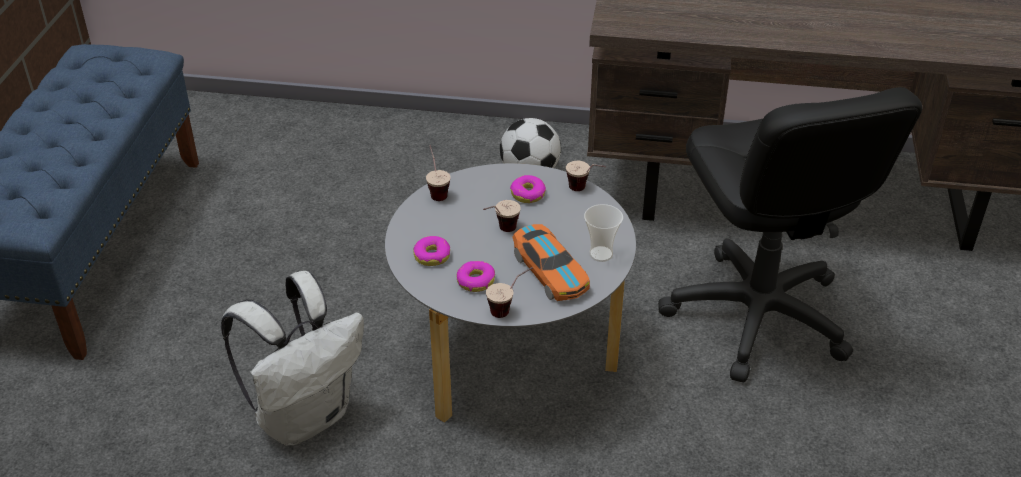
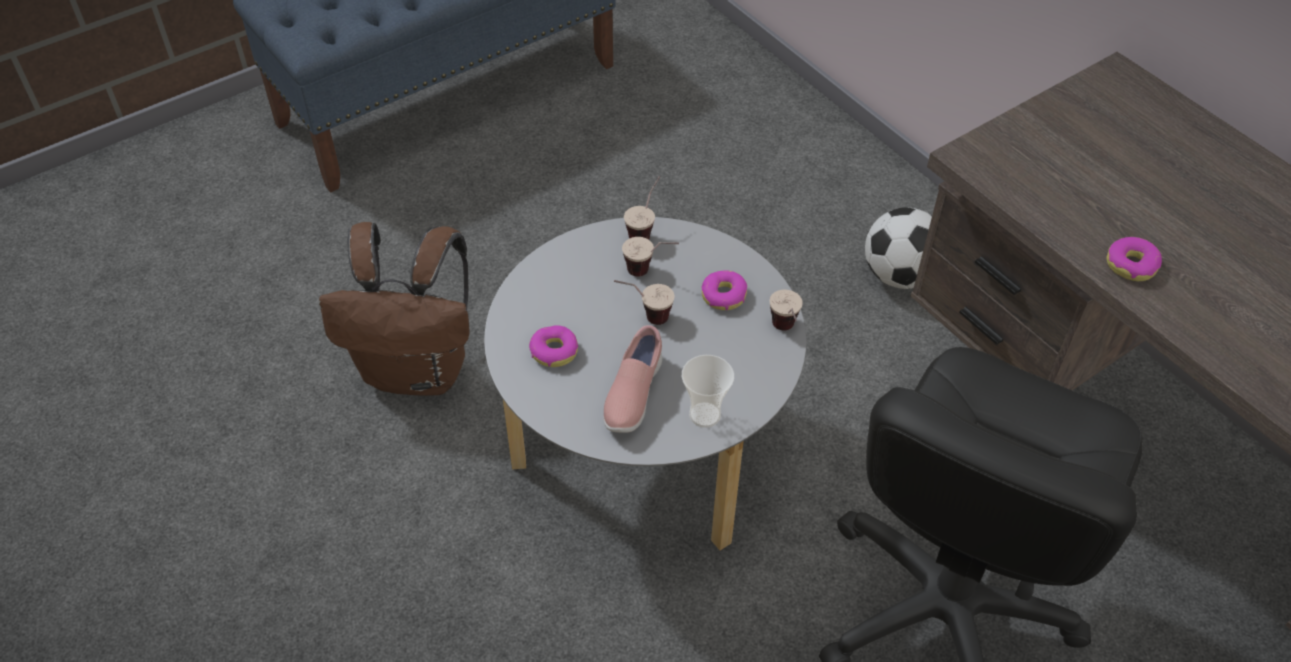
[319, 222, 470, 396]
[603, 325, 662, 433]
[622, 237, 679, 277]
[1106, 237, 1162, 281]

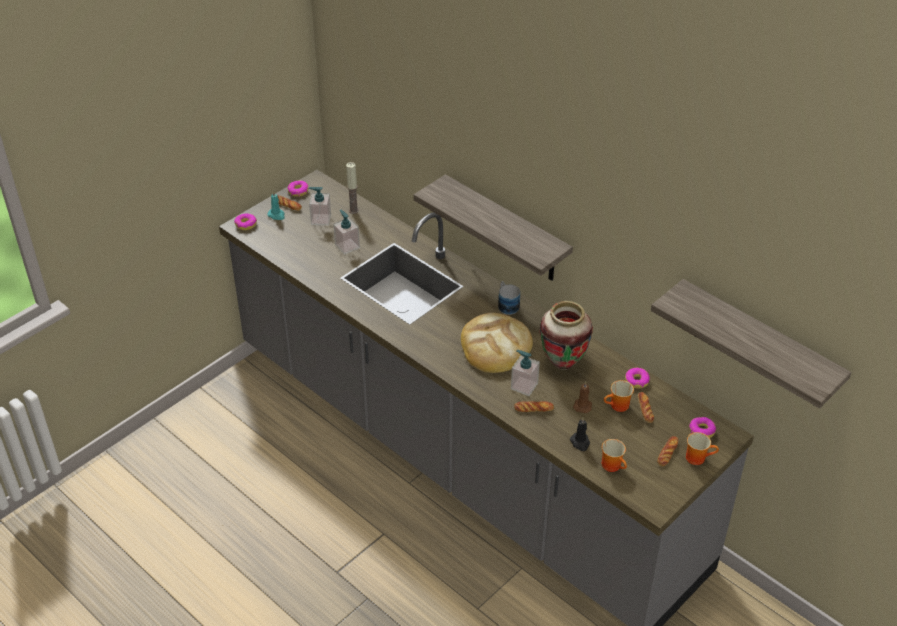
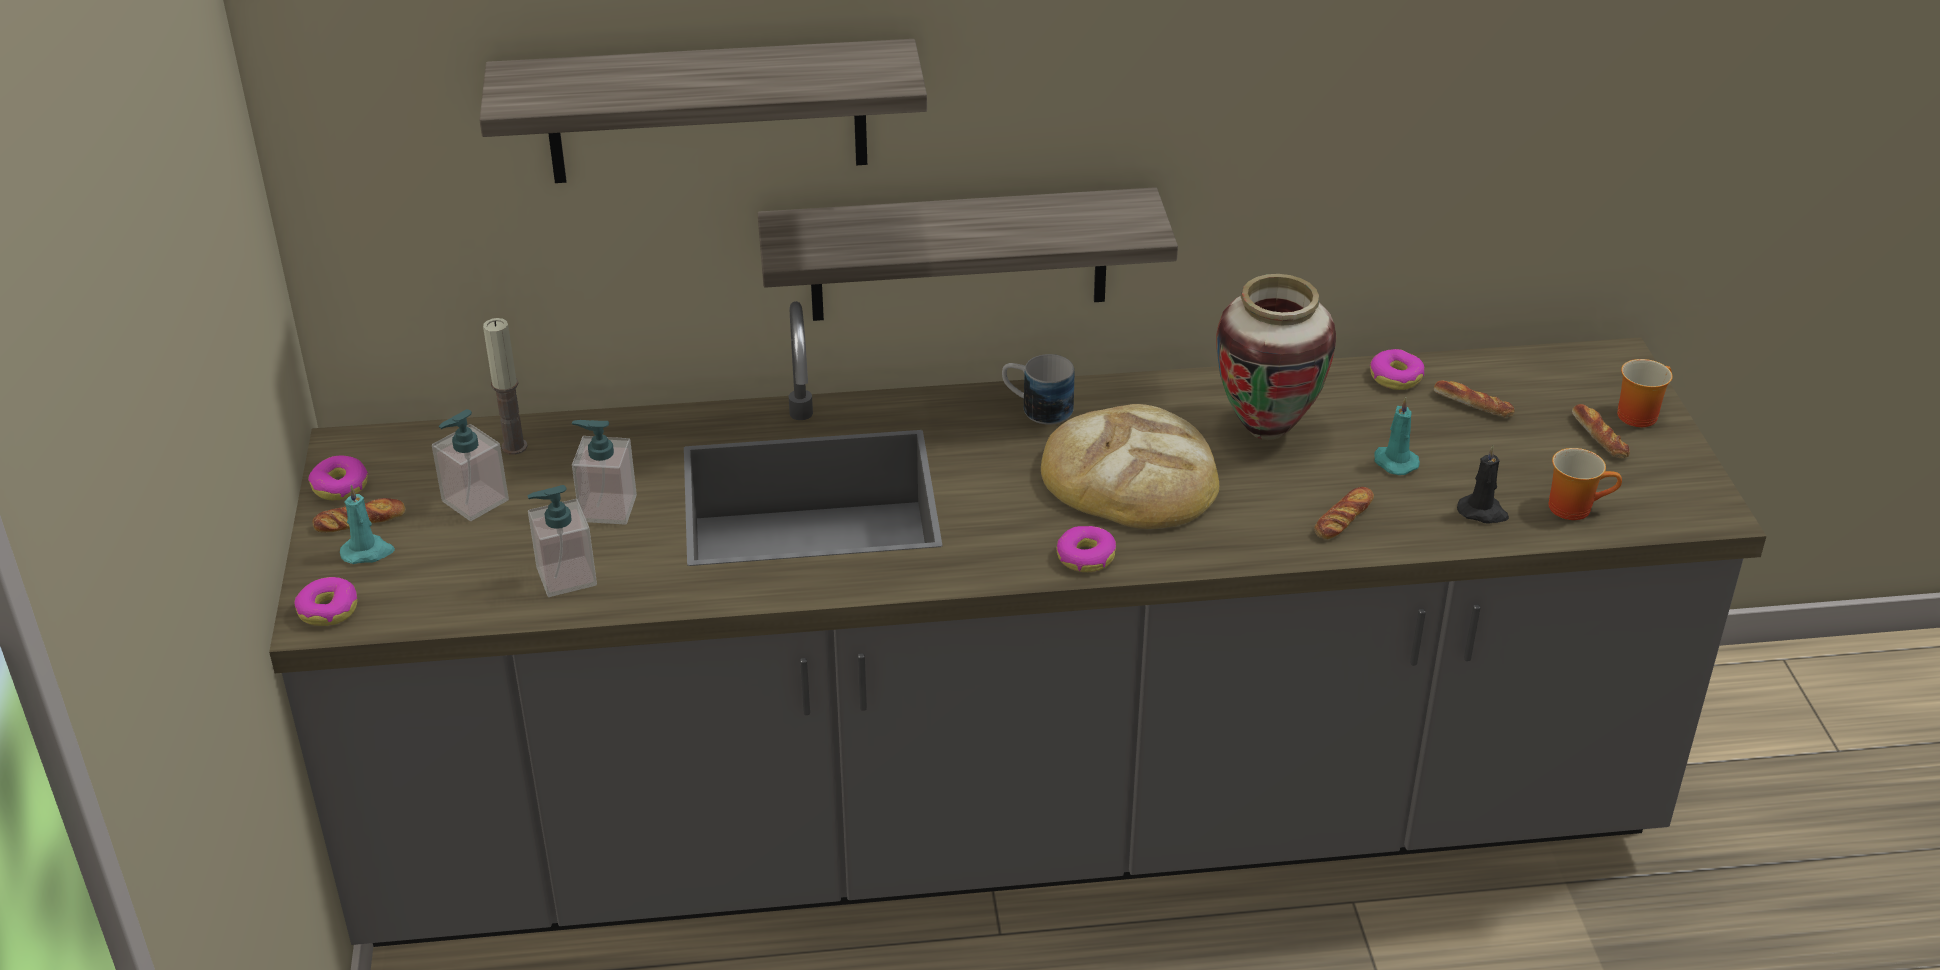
[479, 39, 927, 183]
[527, 485, 597, 597]
[1057, 526, 1116, 572]
[1374, 397, 1420, 475]
[604, 380, 634, 412] (first image)

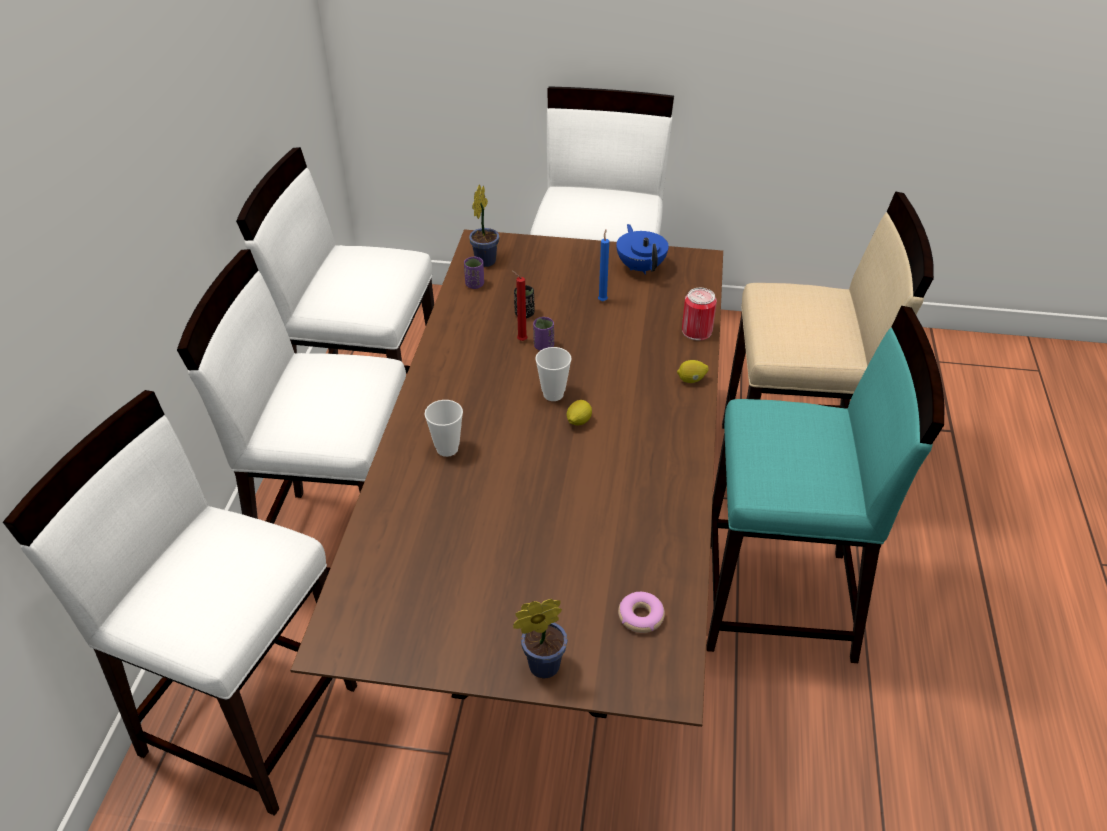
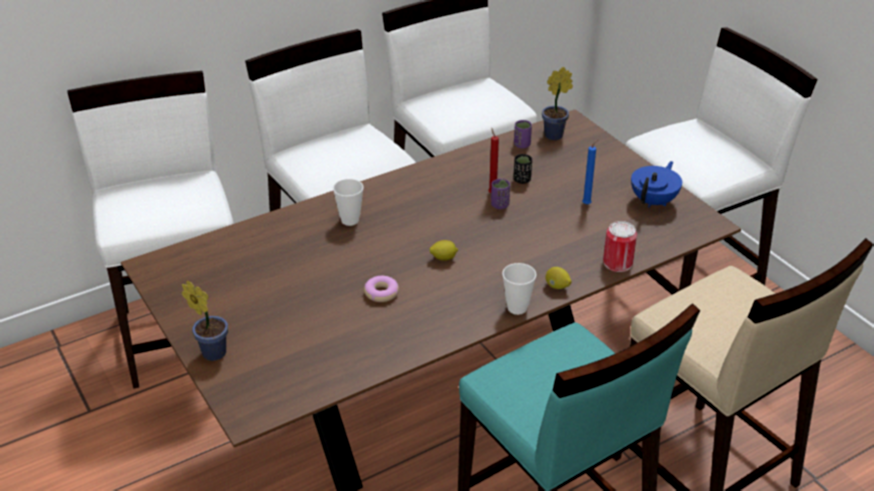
[364, 276, 399, 302]
[502, 263, 537, 315]

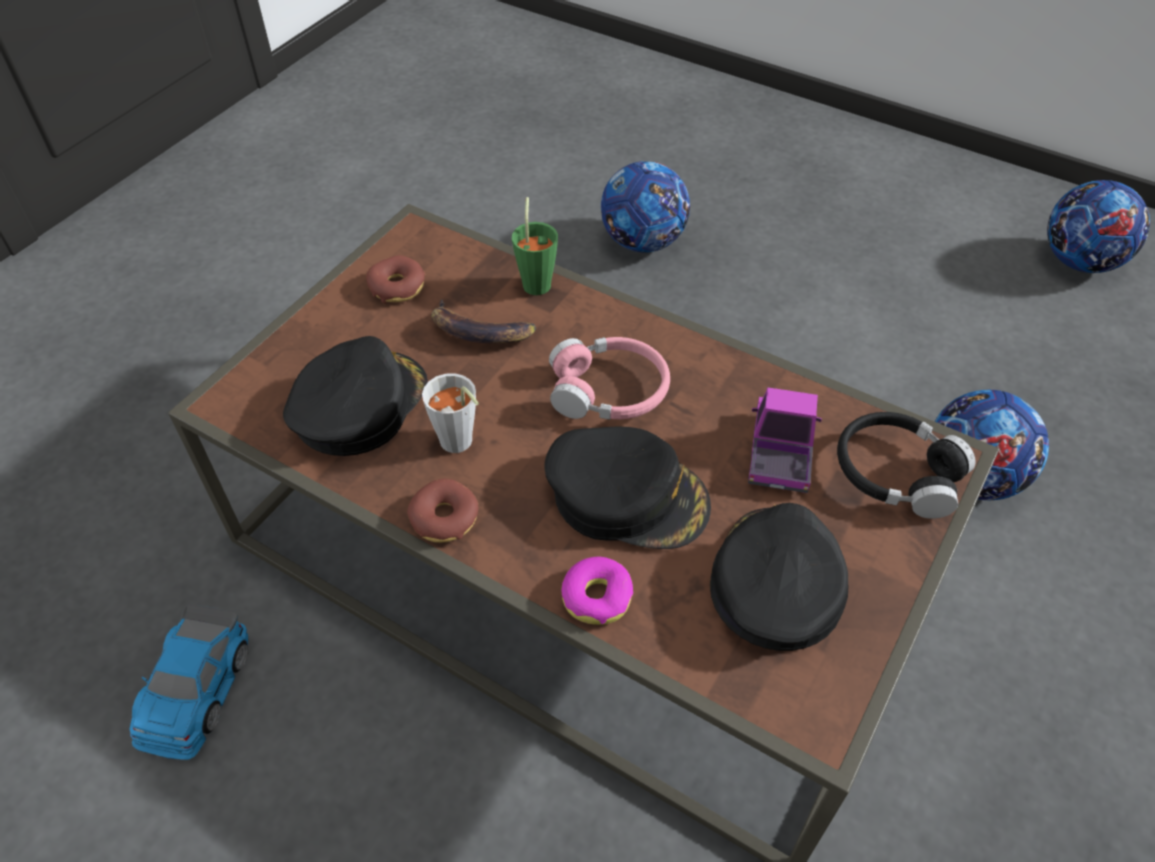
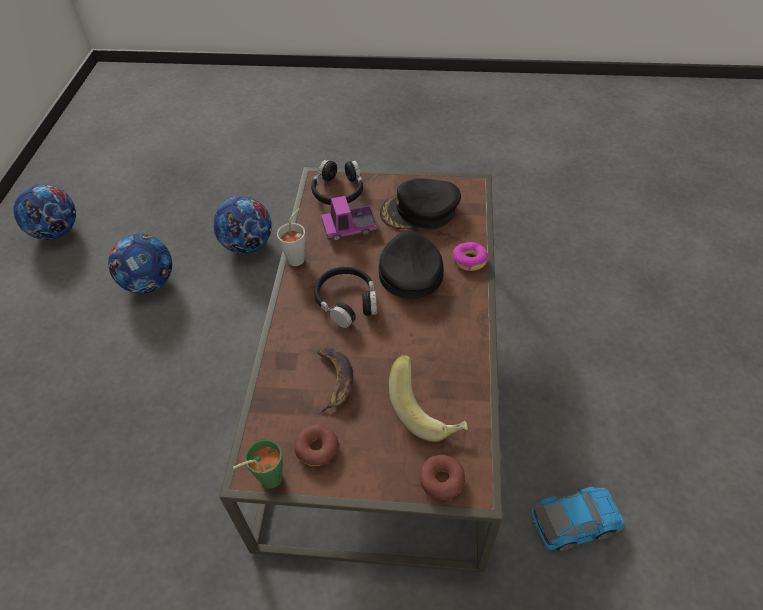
[108, 234, 172, 294]
[233, 439, 283, 489]
[277, 208, 305, 266]
[314, 267, 377, 328]
[388, 355, 468, 442]
[420, 455, 465, 501]

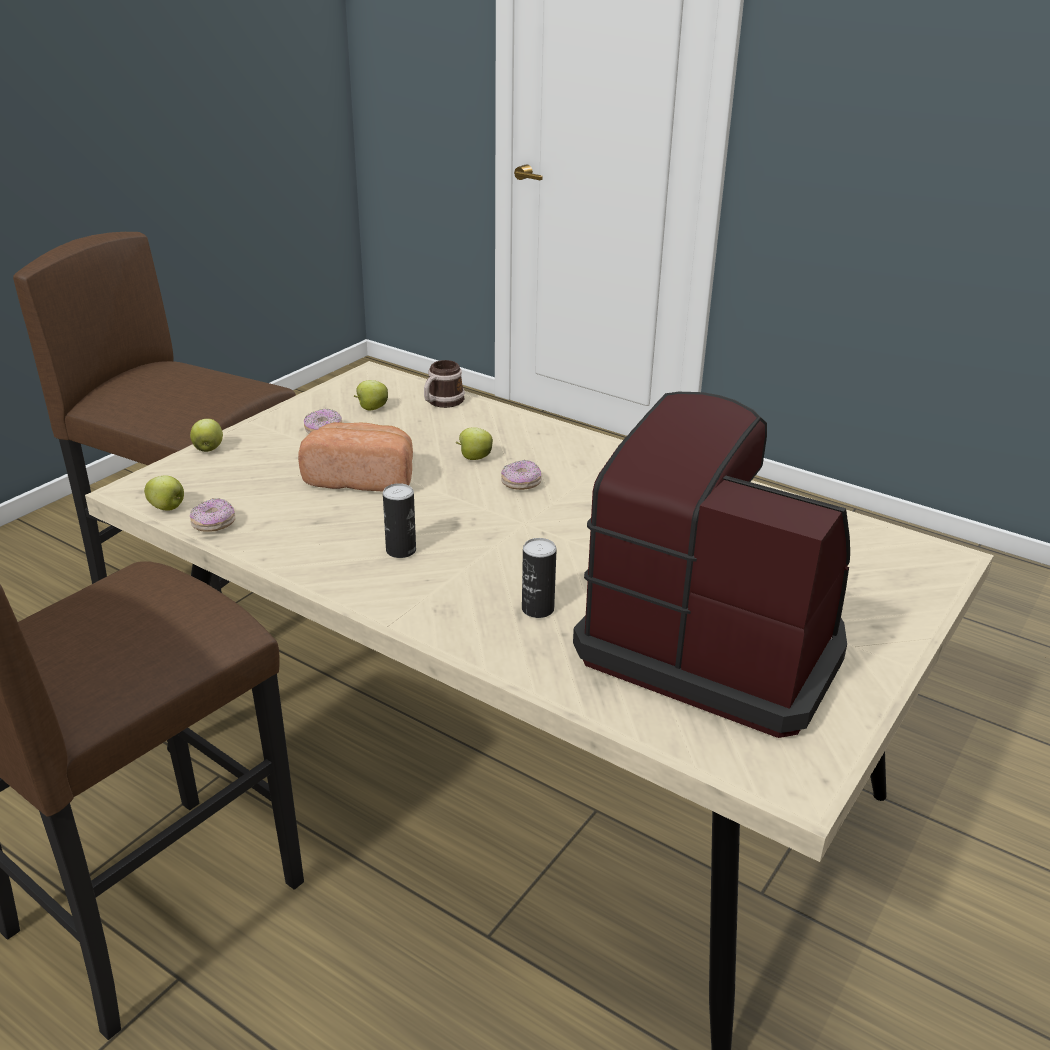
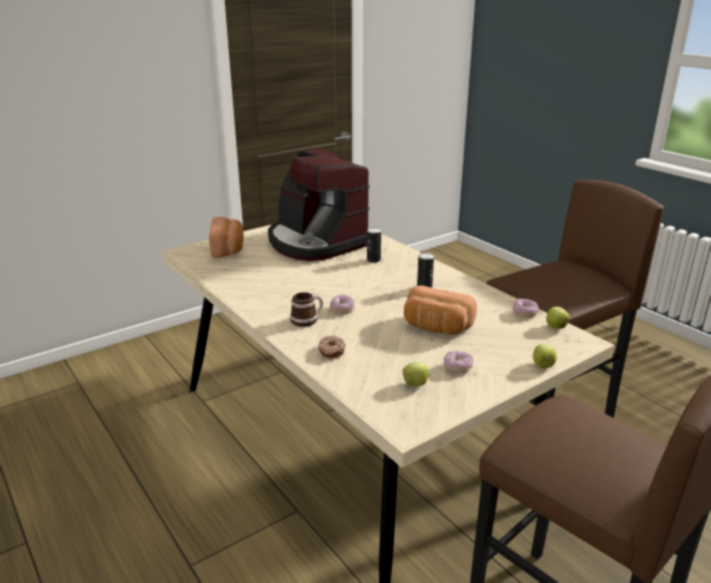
[209, 217, 244, 258]
[290, 292, 323, 327]
[318, 336, 345, 359]
[456, 427, 493, 460] (first image)

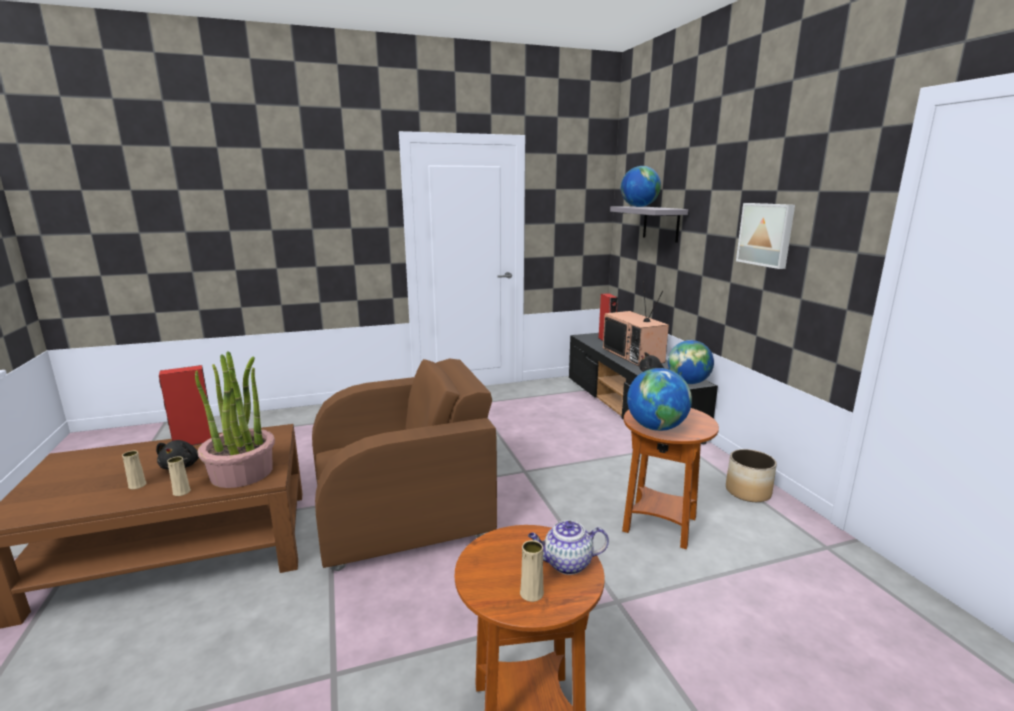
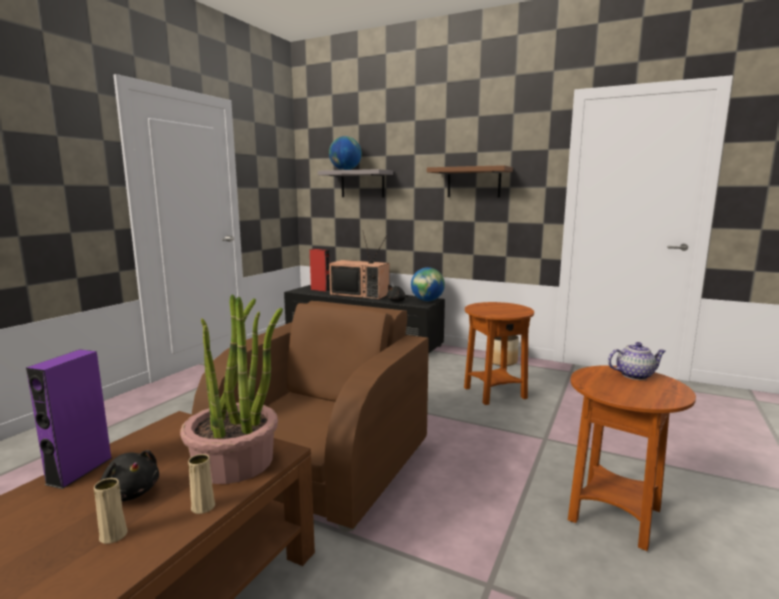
[26, 349, 112, 489]
[427, 165, 513, 197]
[608, 342, 666, 380]
[520, 540, 544, 602] (first image)
[627, 368, 692, 431] (first image)

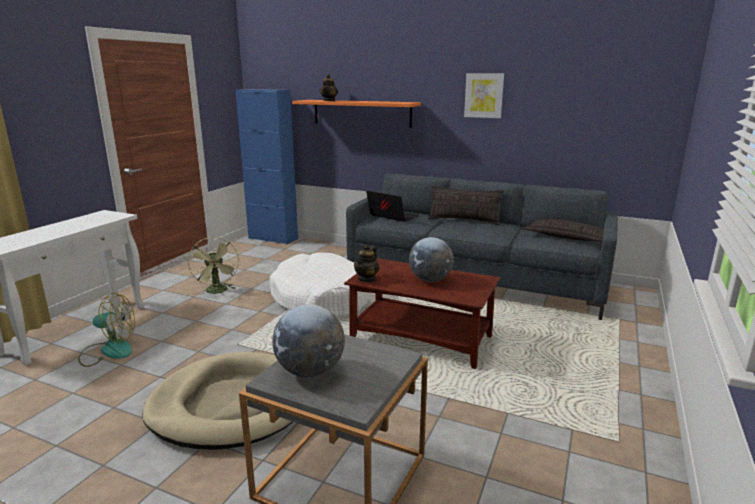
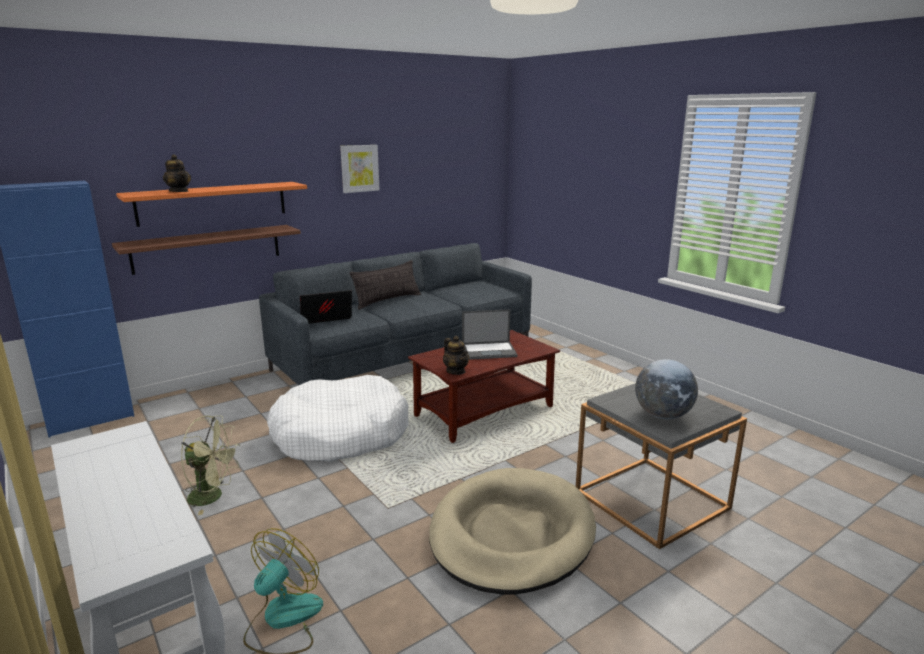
[112, 225, 301, 275]
[462, 309, 518, 360]
[522, 219, 603, 242] (first image)

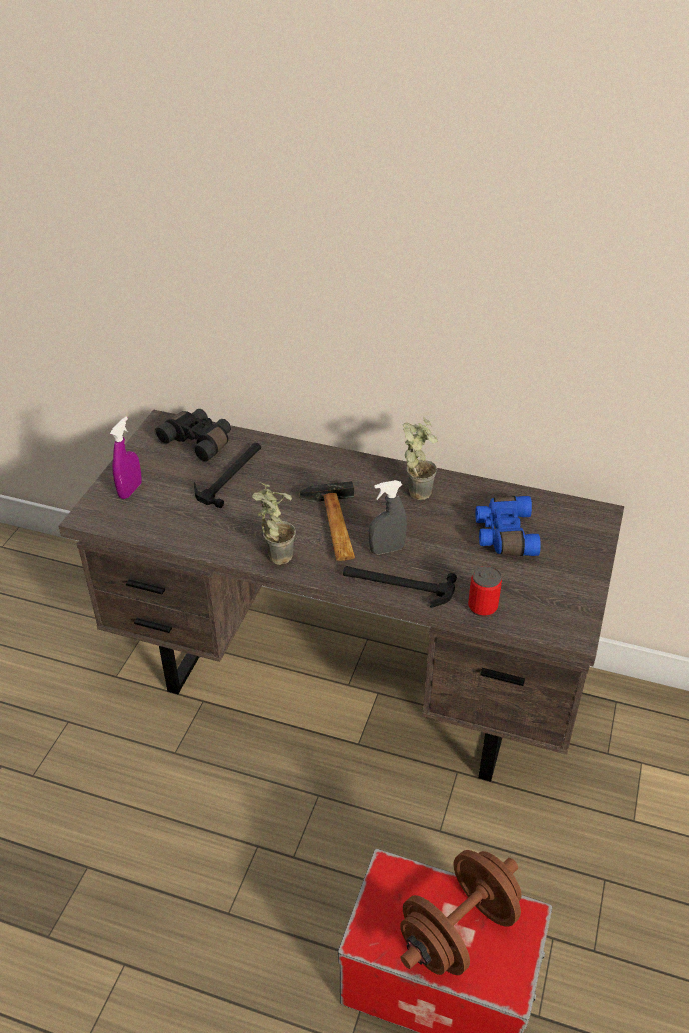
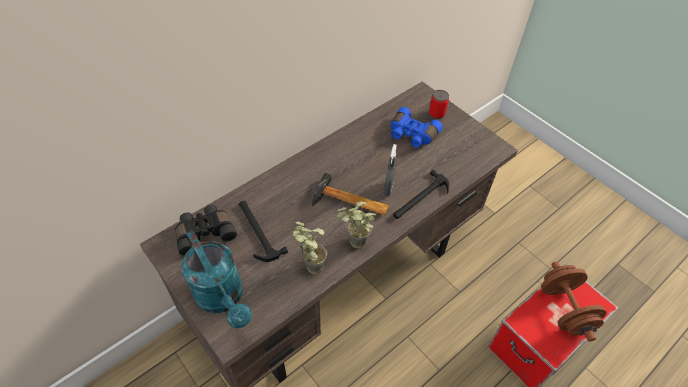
[181, 230, 252, 328]
[293, 222, 327, 274]
[429, 90, 449, 119]

